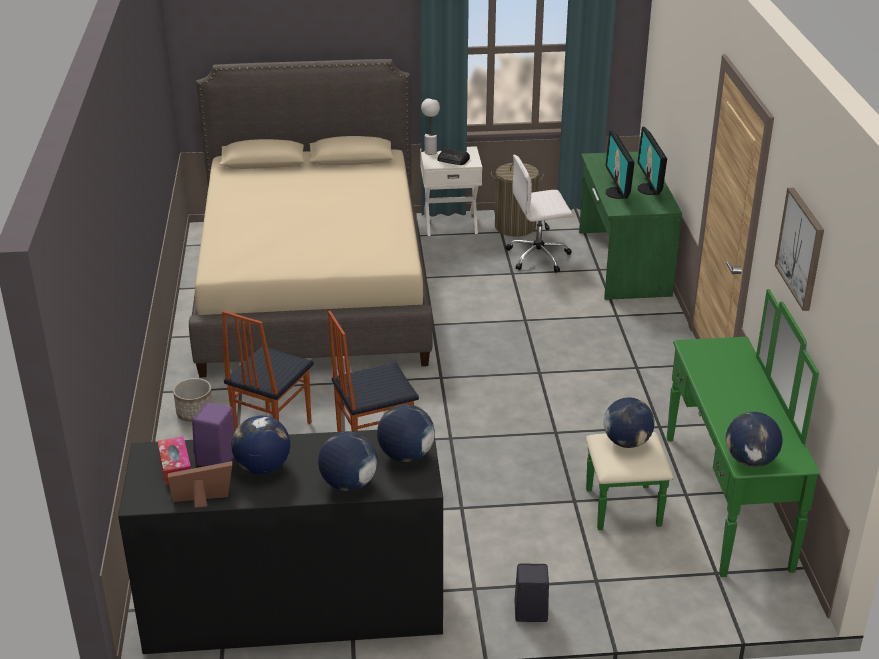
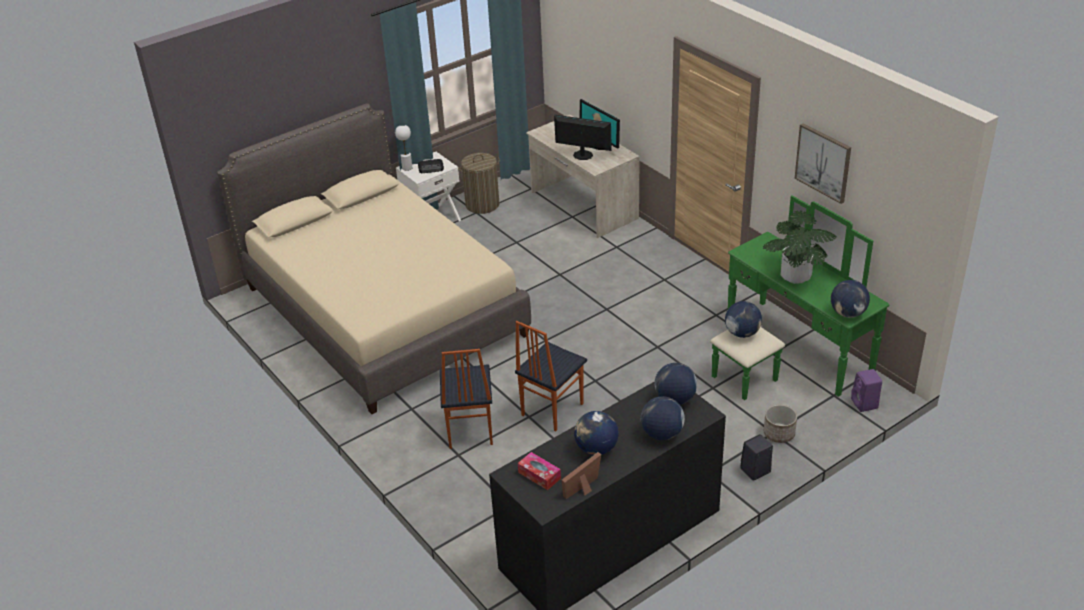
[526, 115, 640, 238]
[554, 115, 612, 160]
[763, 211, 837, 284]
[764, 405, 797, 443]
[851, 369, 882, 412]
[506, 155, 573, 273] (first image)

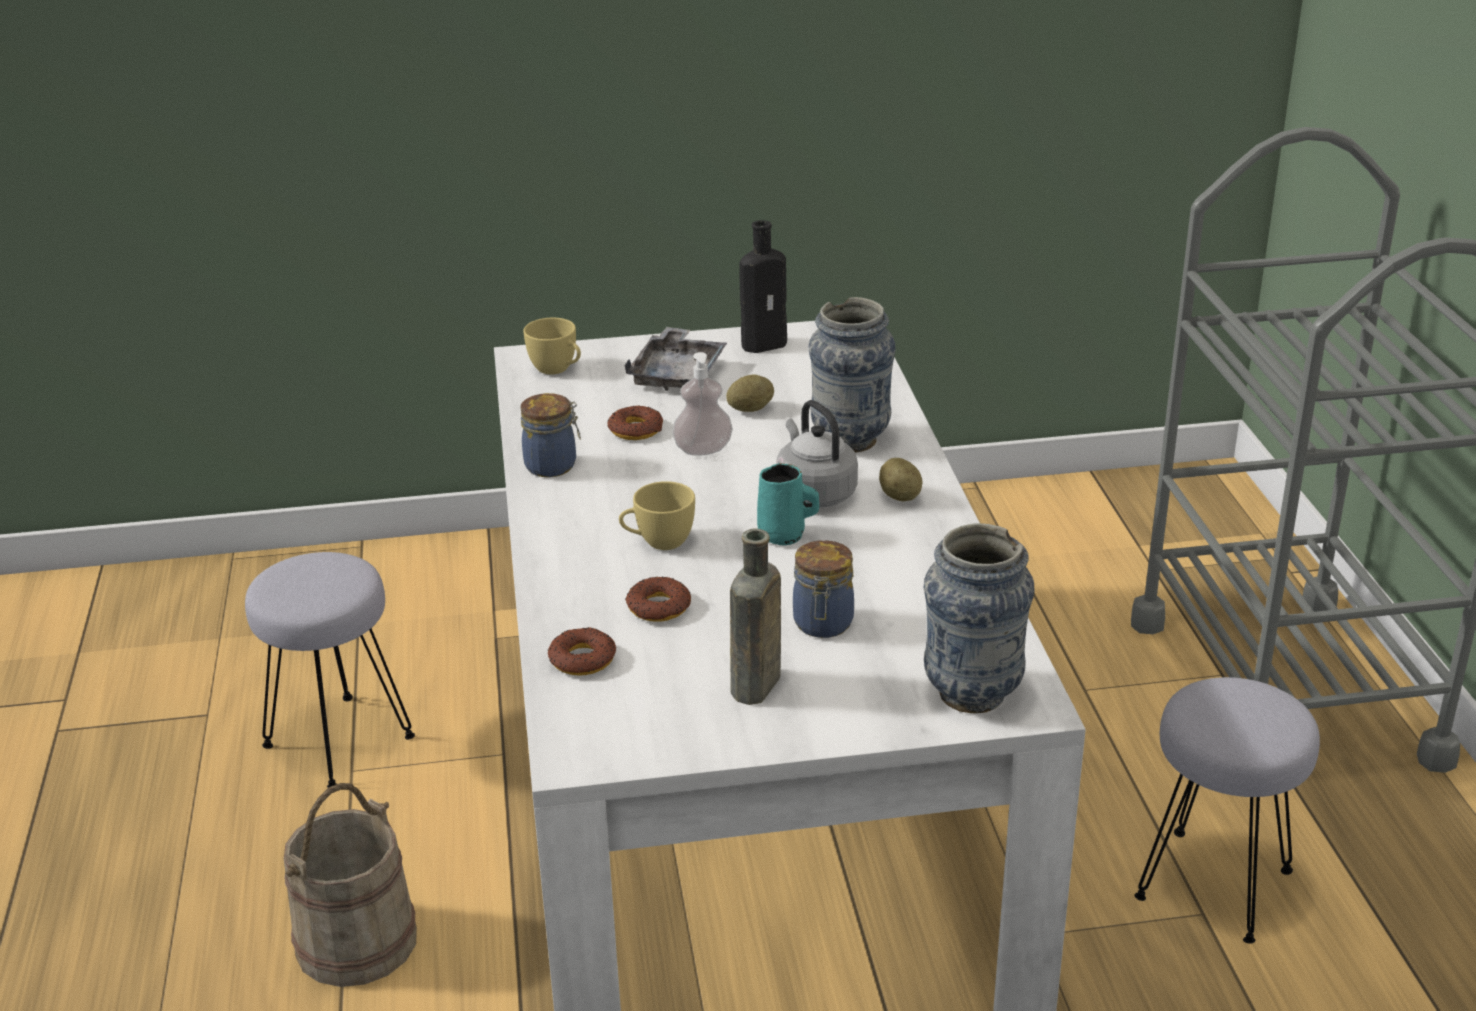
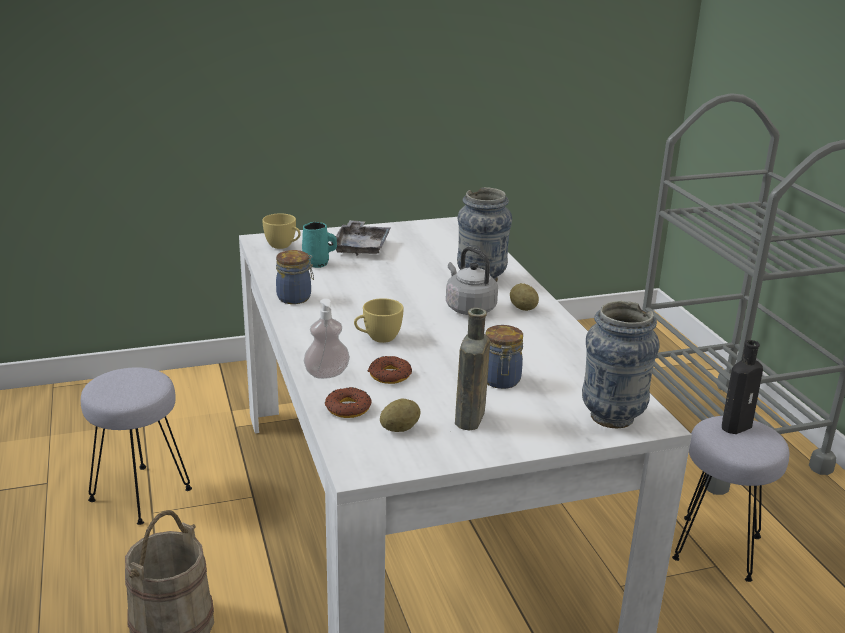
[302, 222, 337, 268]
[304, 299, 350, 379]
[380, 399, 421, 432]
[722, 340, 763, 434]
[607, 405, 663, 440] (first image)

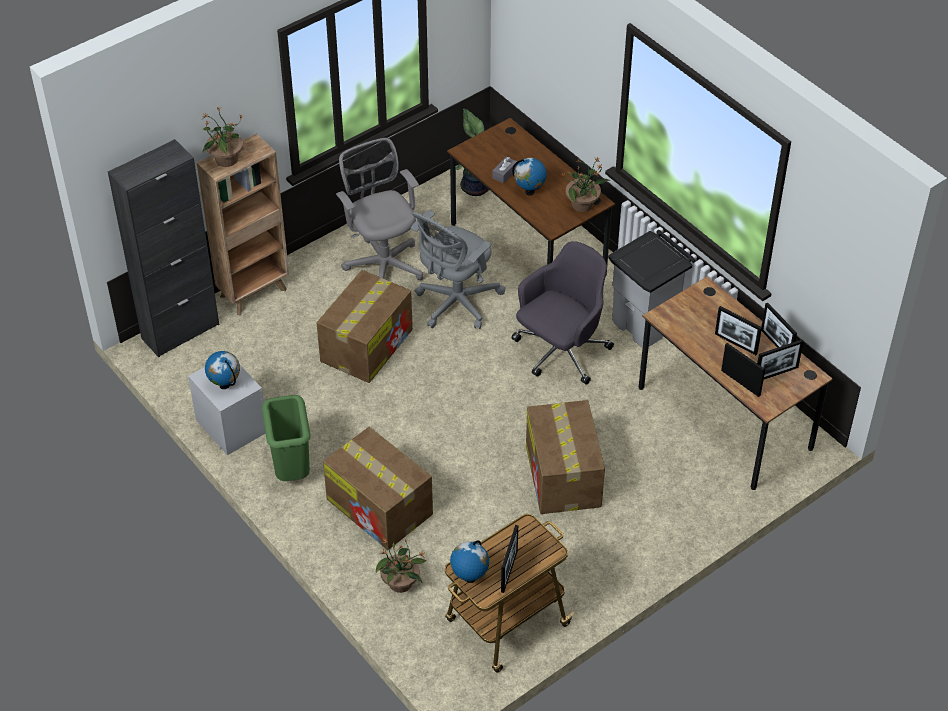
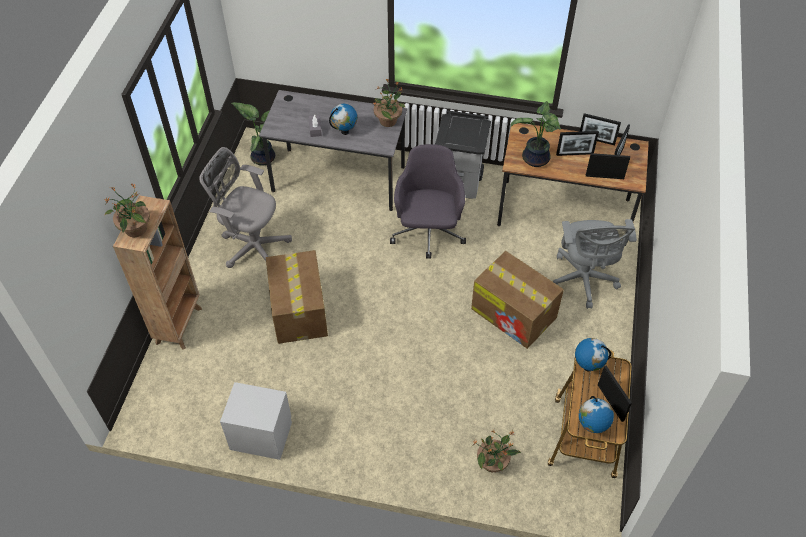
[259, 90, 407, 211]
[511, 101, 561, 167]
[553, 219, 637, 309]
[575, 338, 611, 371]
[108, 139, 219, 357] (first image)
[262, 395, 310, 481] (first image)
[323, 427, 433, 550] (first image)

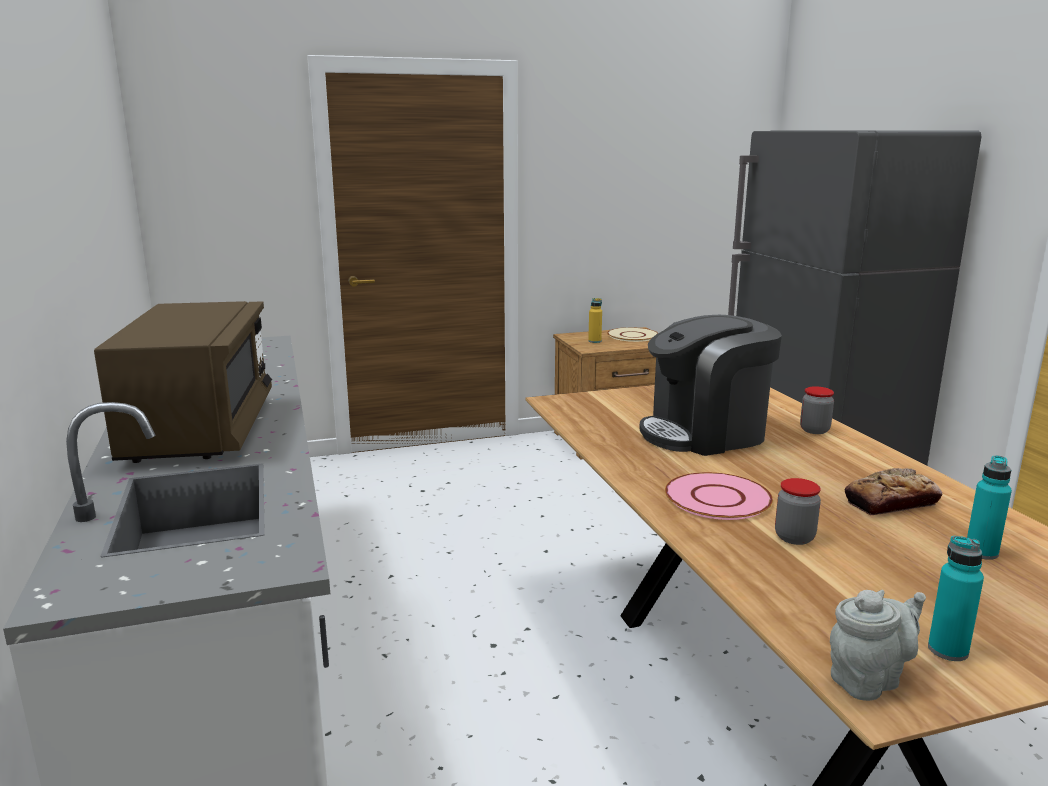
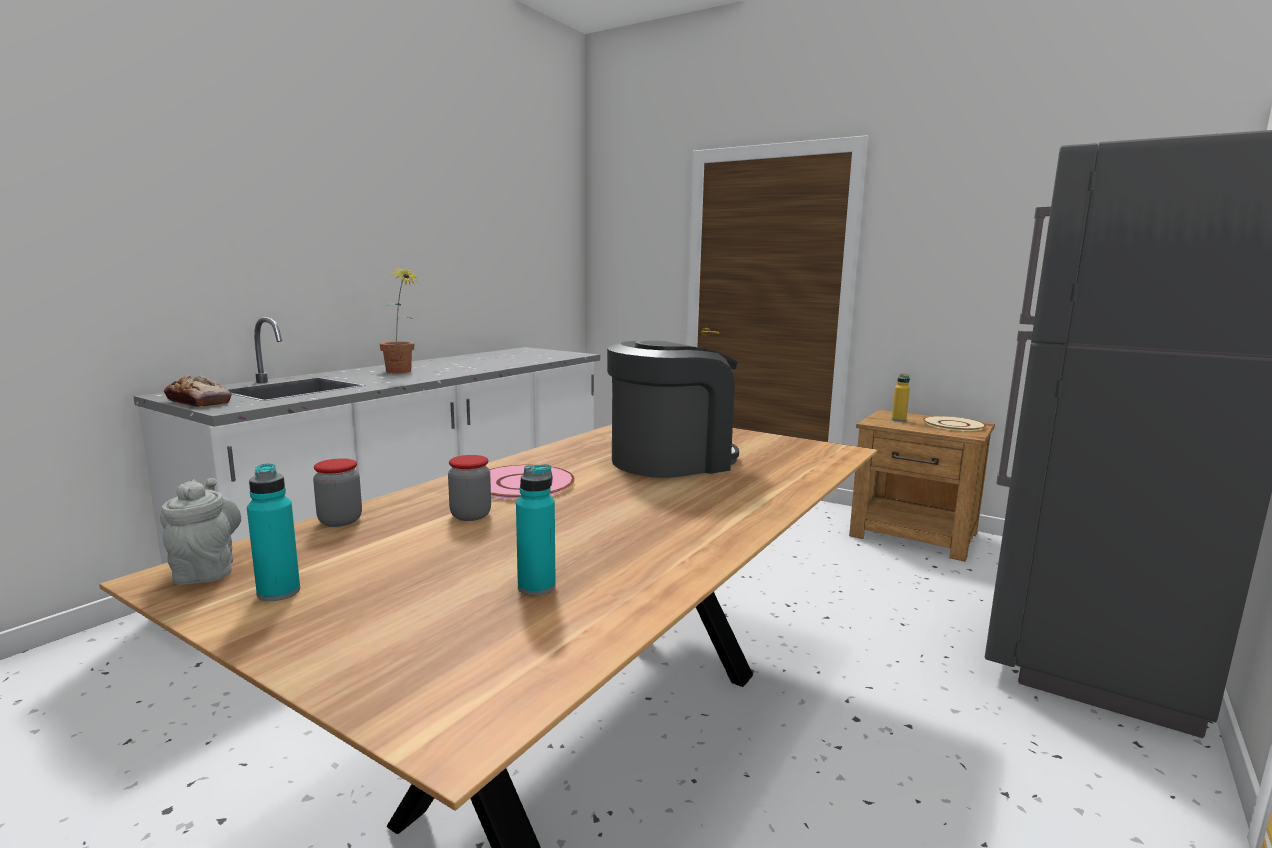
[160, 478, 241, 585]
[164, 375, 232, 407]
[313, 458, 362, 527]
[380, 268, 419, 373]
[607, 340, 739, 478]

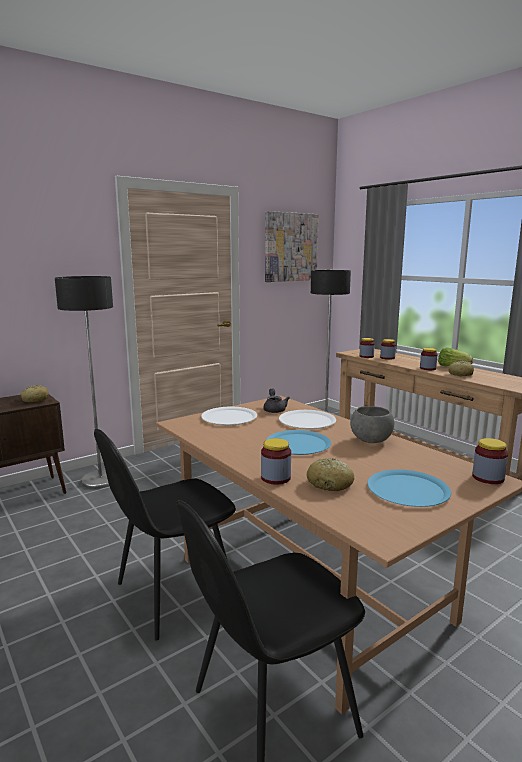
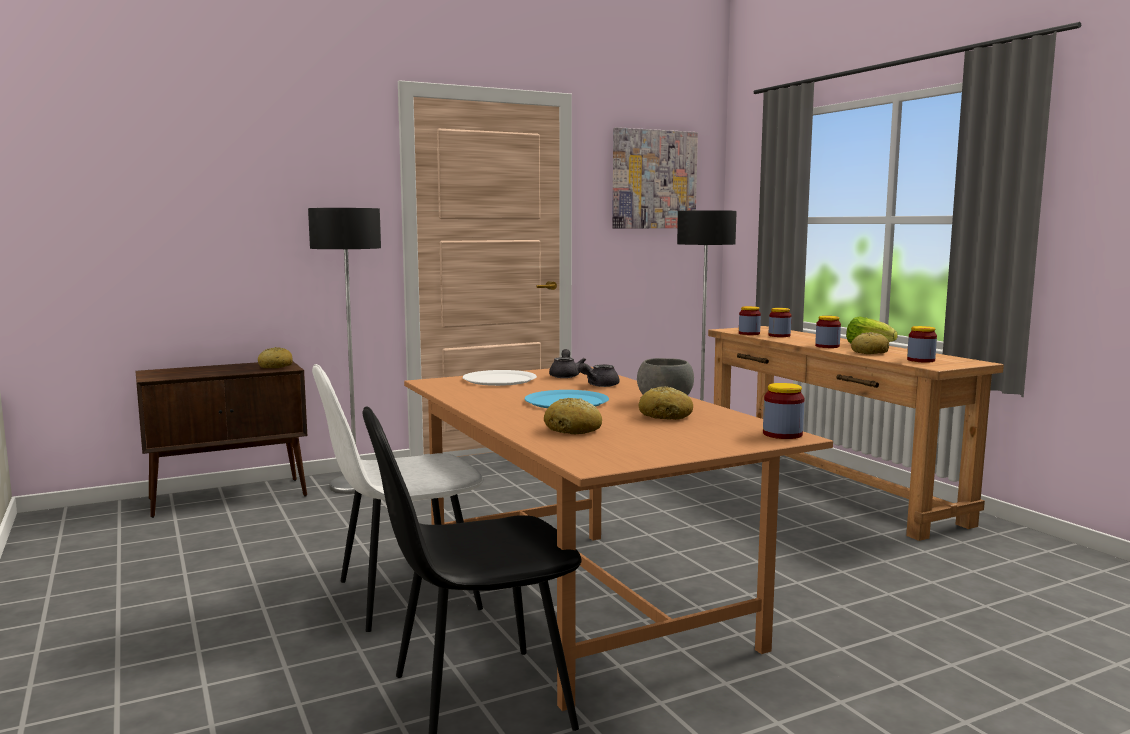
[312, 364, 484, 632]
[578, 363, 620, 387]
[639, 386, 693, 420]
[907, 326, 937, 363]
[367, 469, 451, 507] (first image)

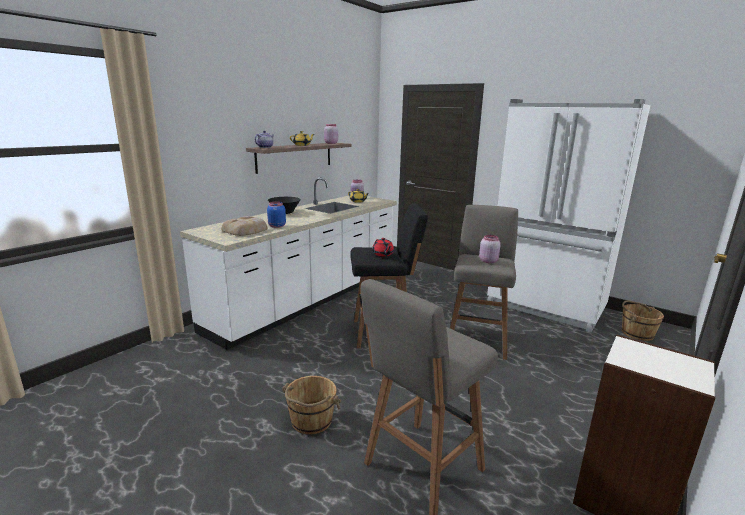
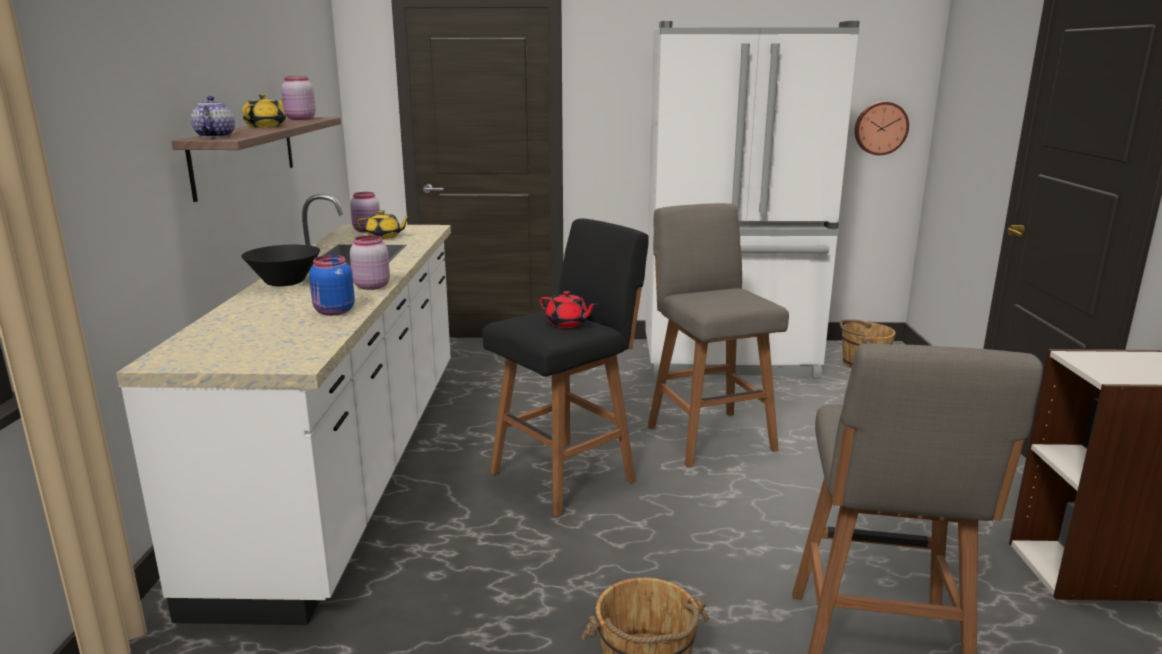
[350, 235, 390, 290]
[854, 102, 909, 155]
[221, 216, 267, 236] (first image)

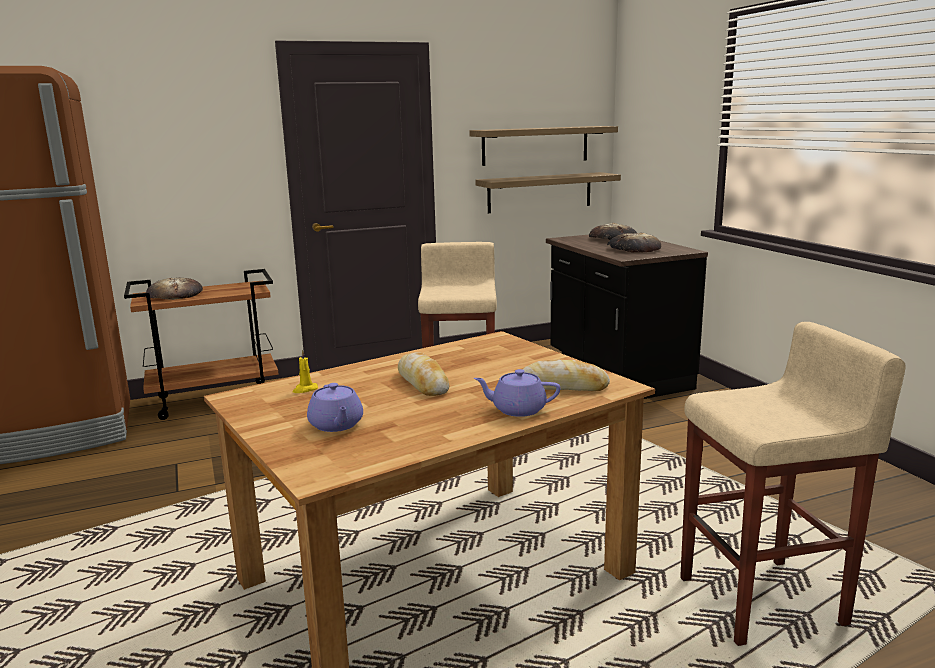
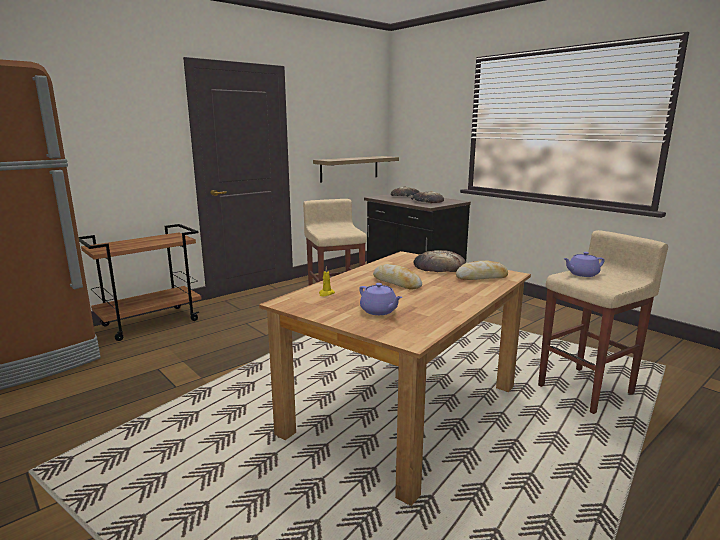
[413, 250, 466, 272]
[563, 252, 605, 277]
[470, 126, 618, 166] (first image)

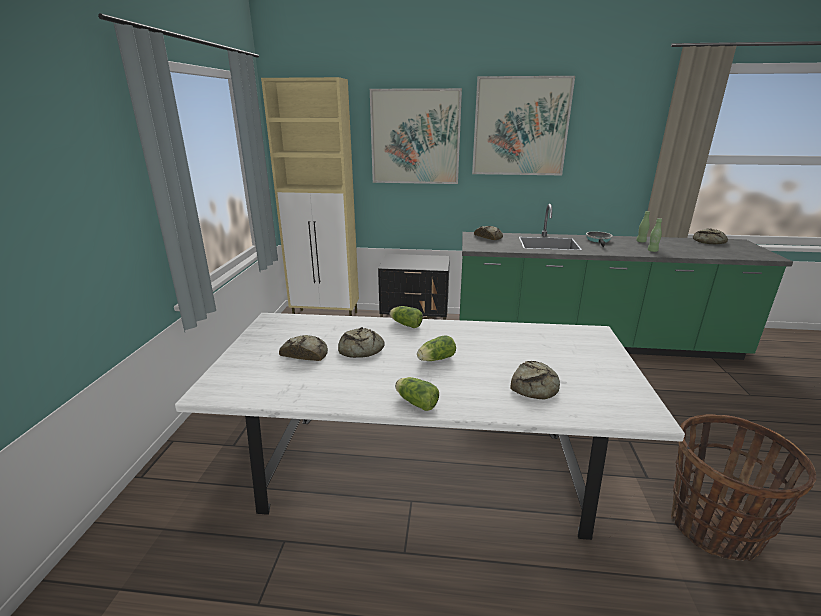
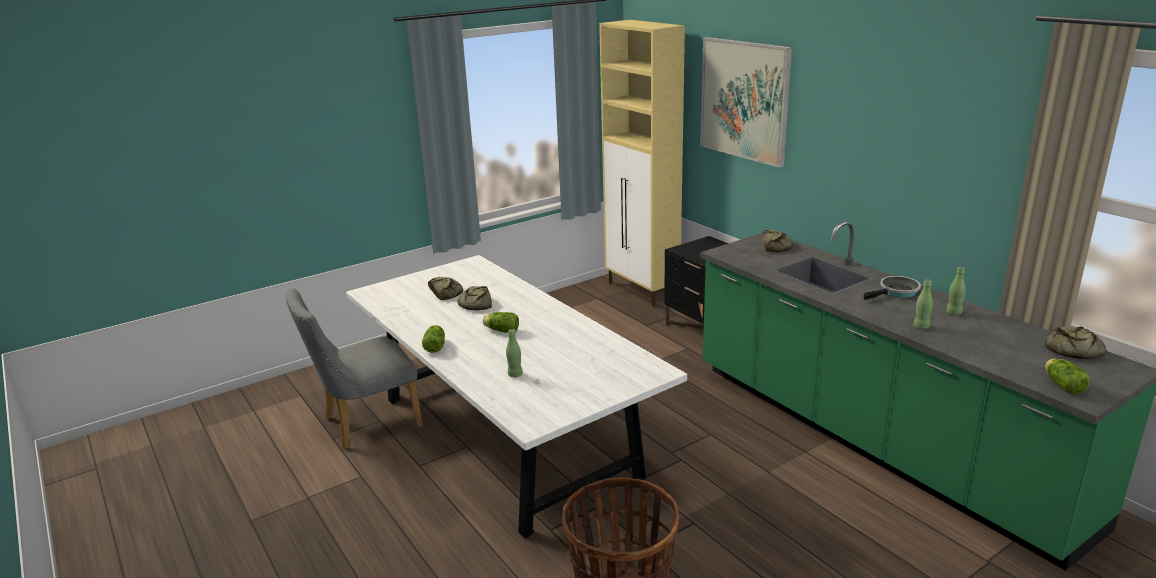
[286, 288, 423, 449]
[506, 329, 523, 377]
[1045, 359, 1090, 394]
[472, 76, 575, 175] (first image)

